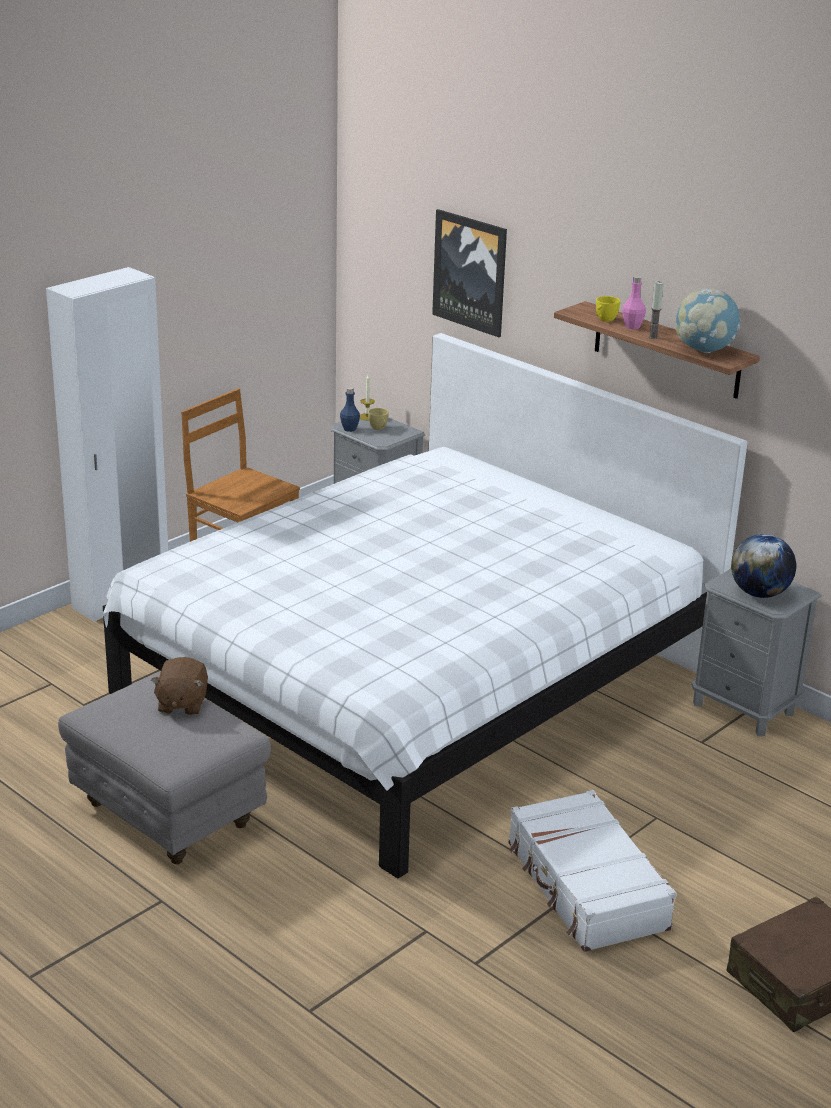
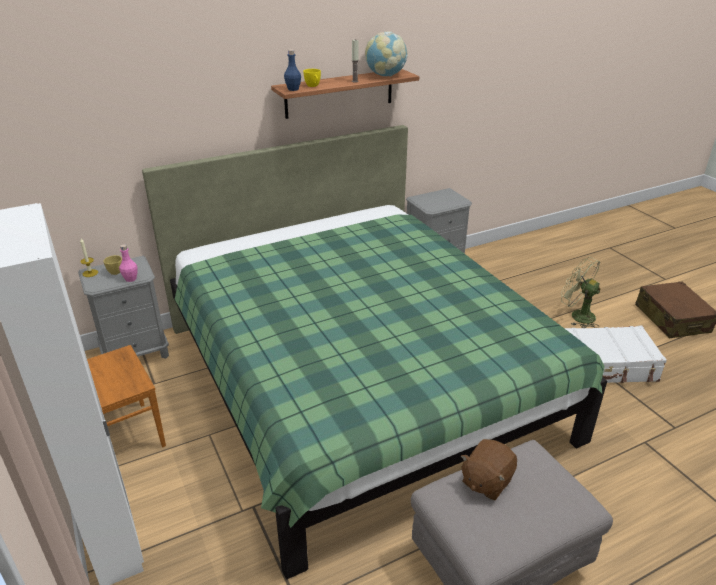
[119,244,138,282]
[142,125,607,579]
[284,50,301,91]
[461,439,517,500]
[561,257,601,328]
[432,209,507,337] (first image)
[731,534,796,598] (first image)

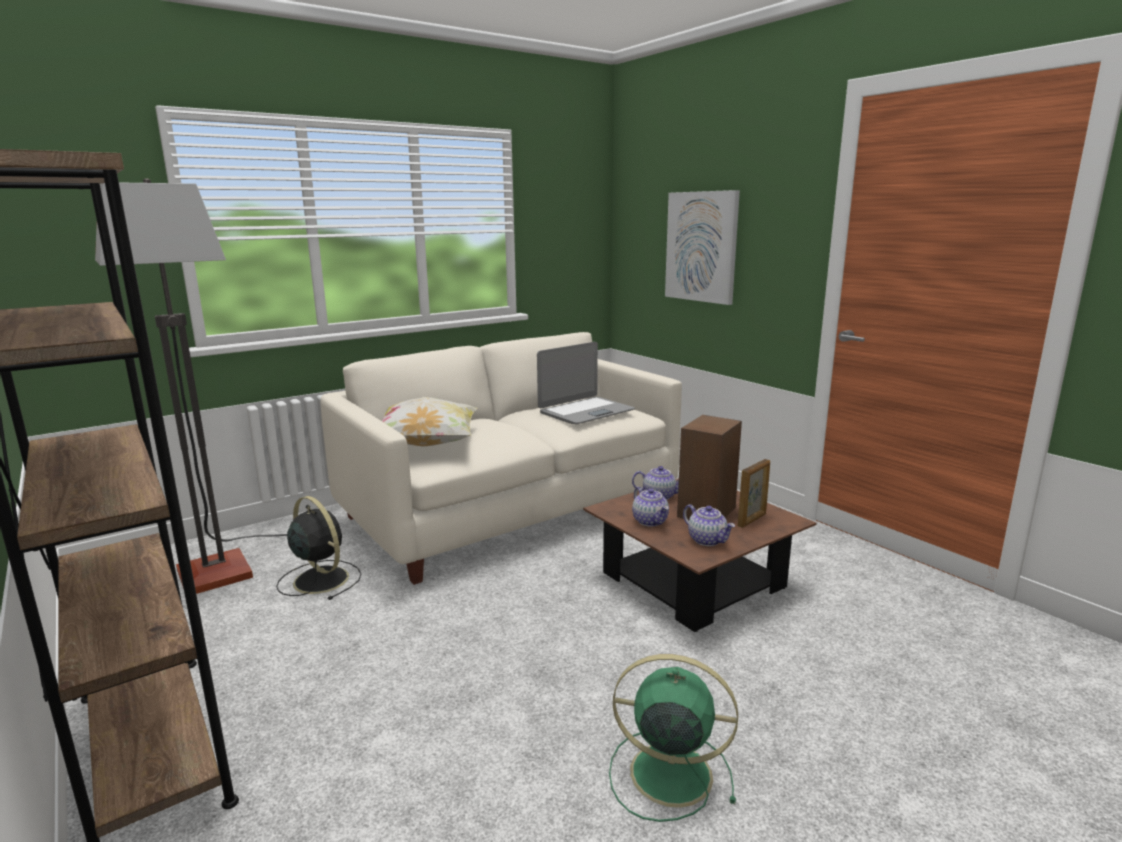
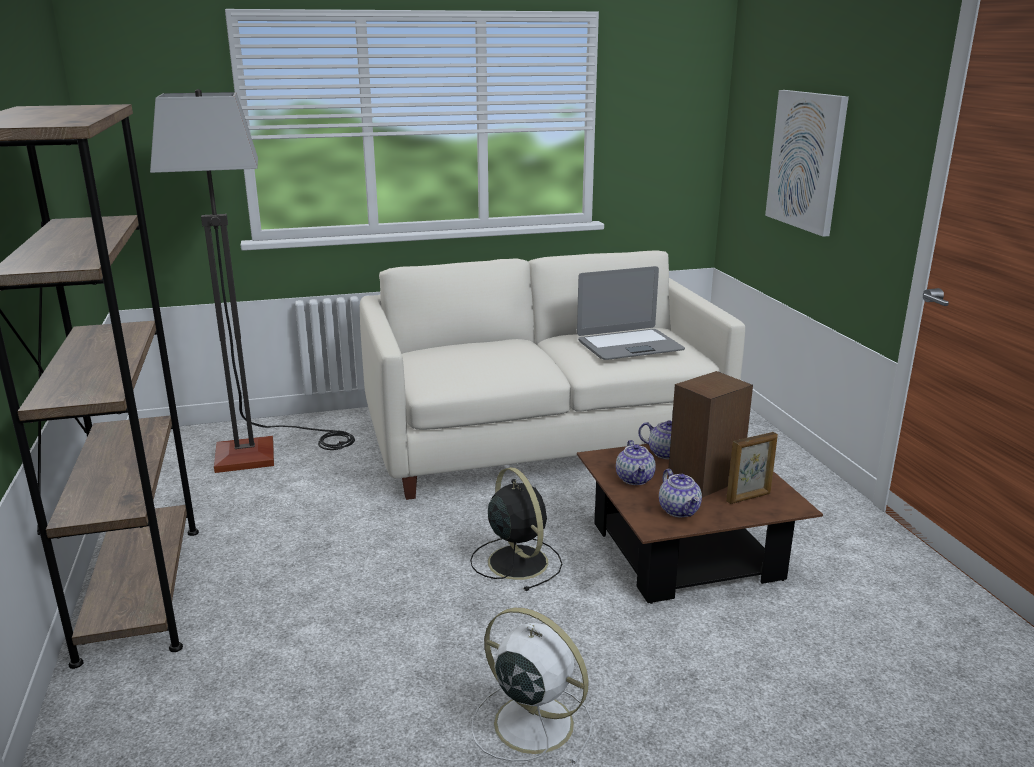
[470,467,562,591]
[471,608,593,764]
[382,397,477,447] (first image)

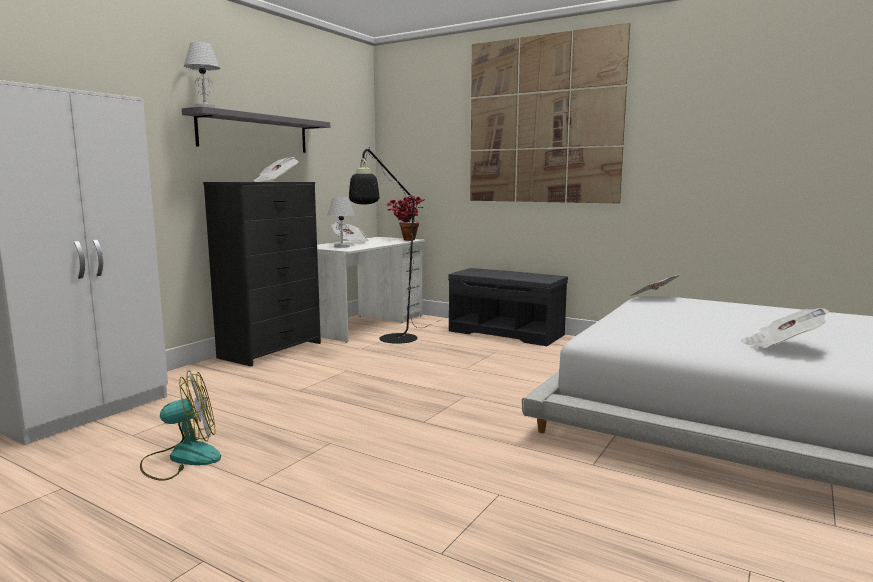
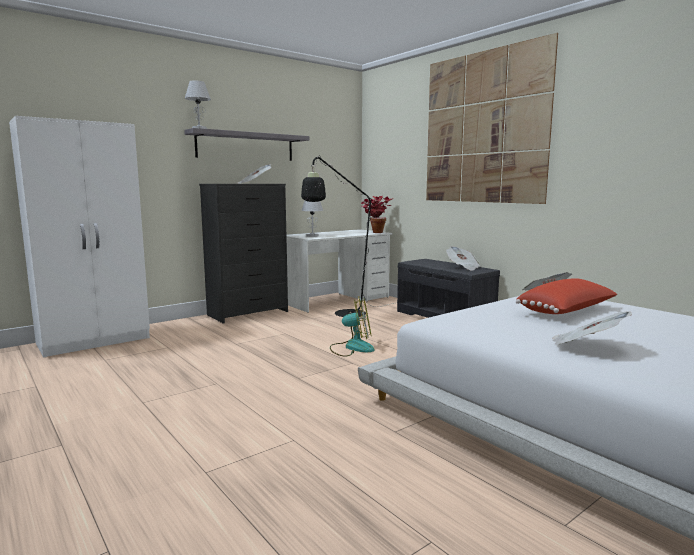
[330,296,374,357]
[446,246,481,271]
[516,278,617,314]

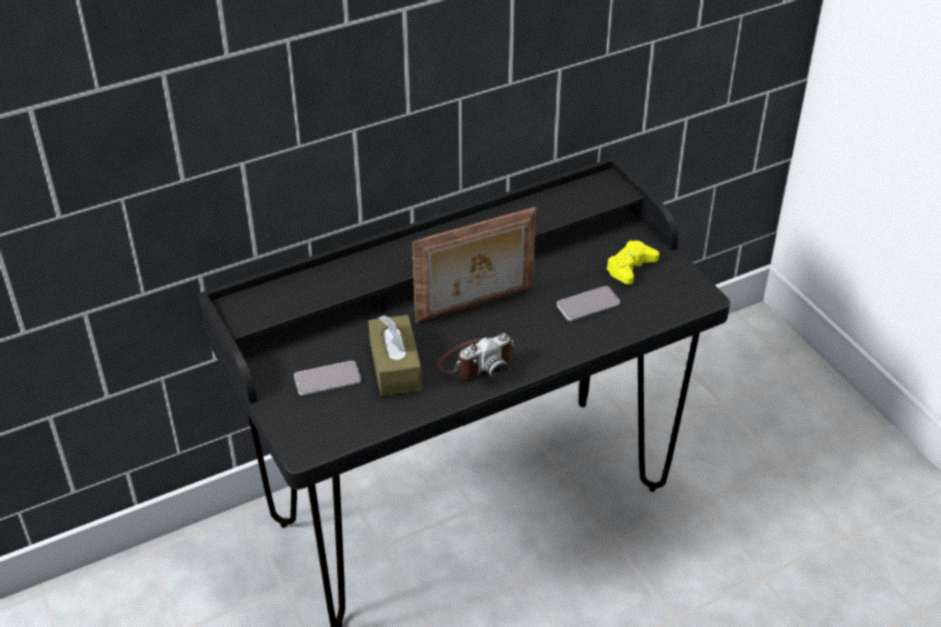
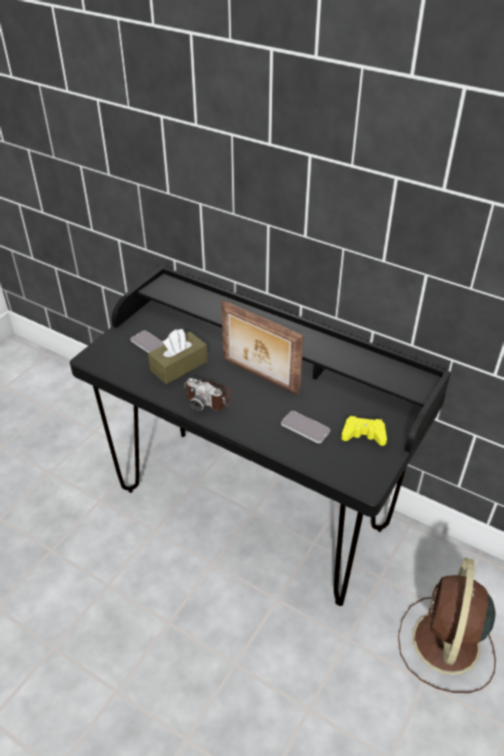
[398,558,496,693]

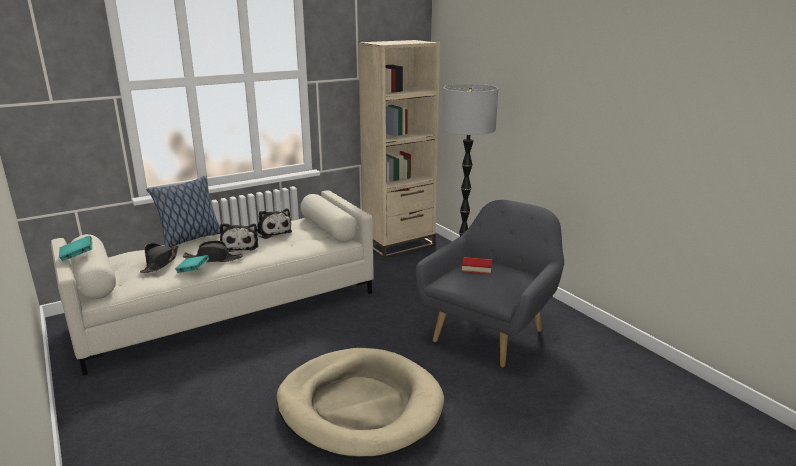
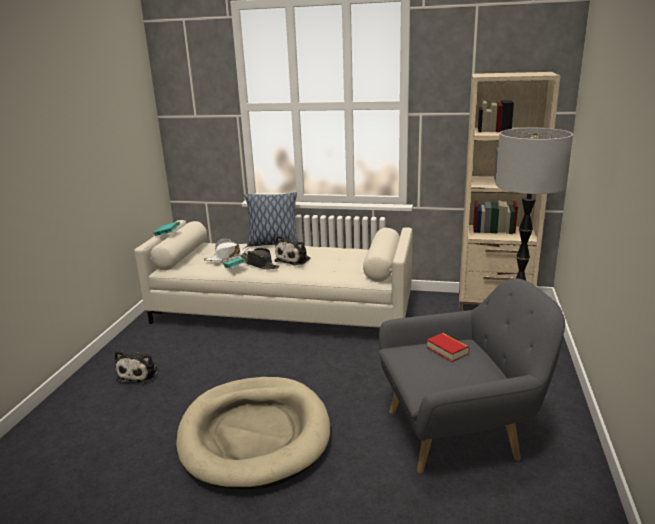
[115,350,159,383]
[204,239,250,261]

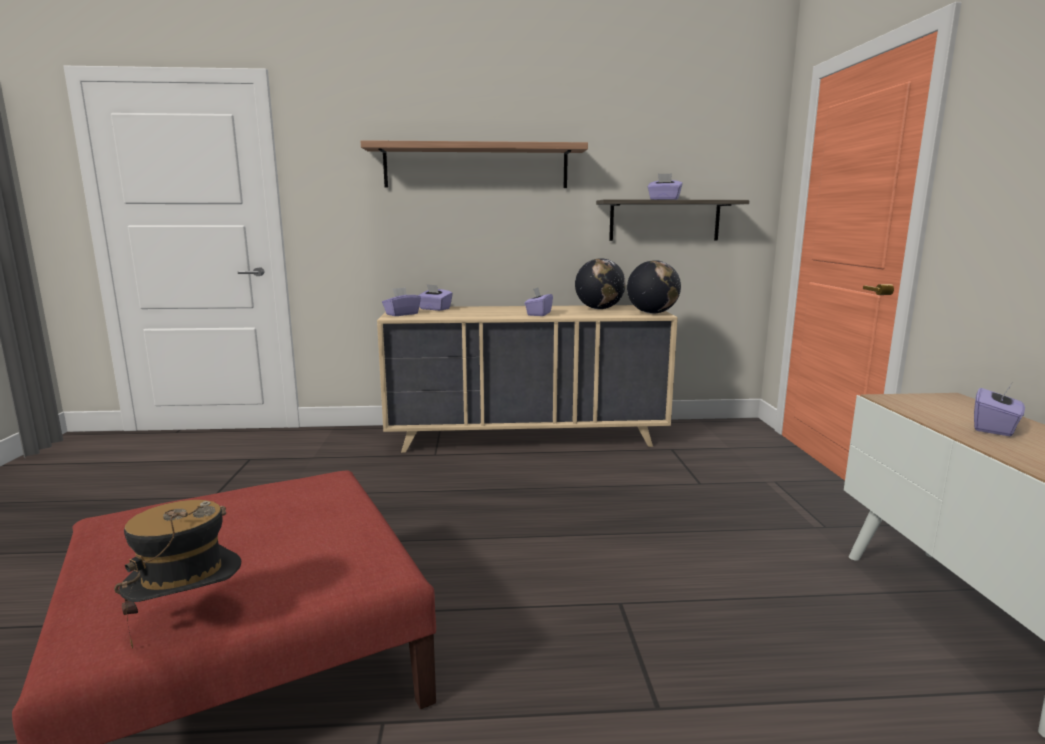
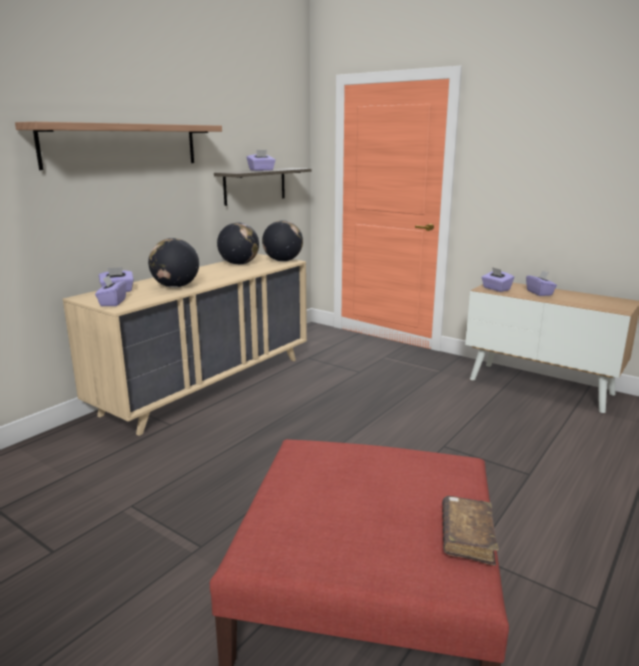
[148,238,199,288]
[442,496,499,566]
[481,267,514,292]

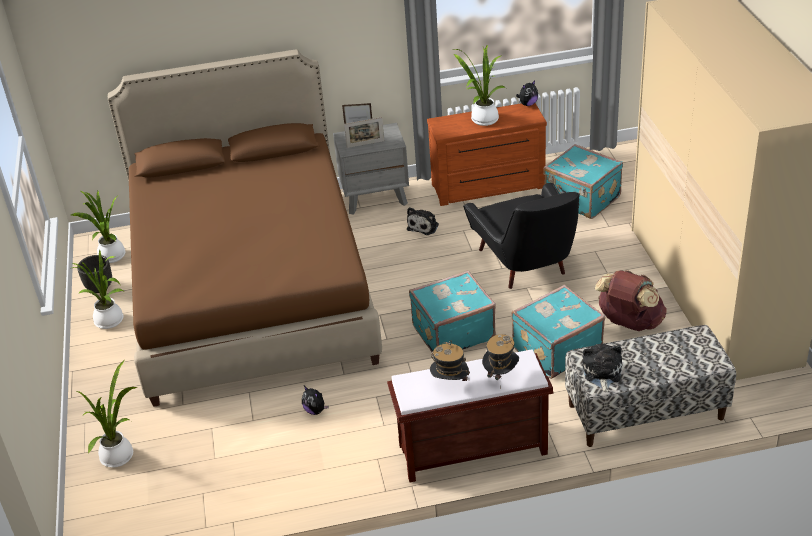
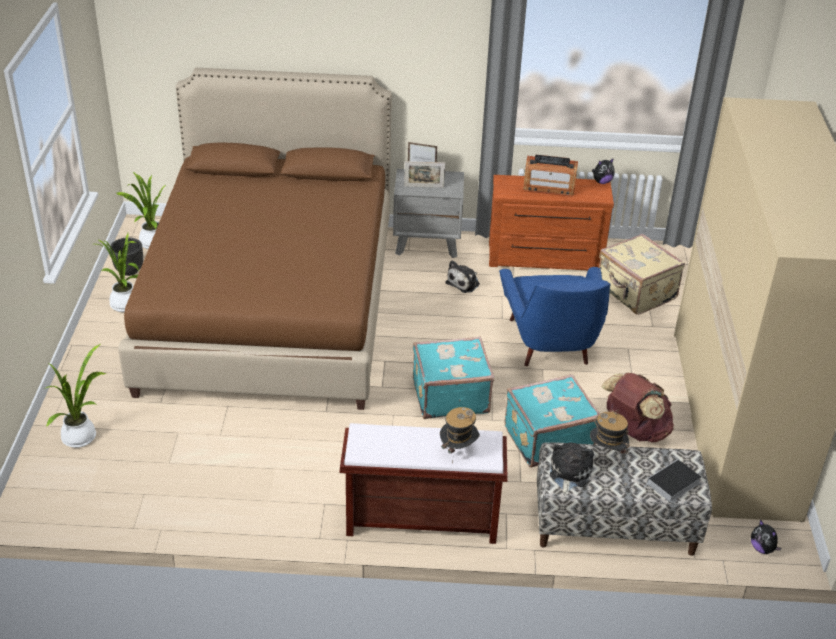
[499,267,611,366]
[523,155,578,197]
[590,409,630,454]
[599,234,685,315]
[642,459,701,502]
[751,519,782,554]

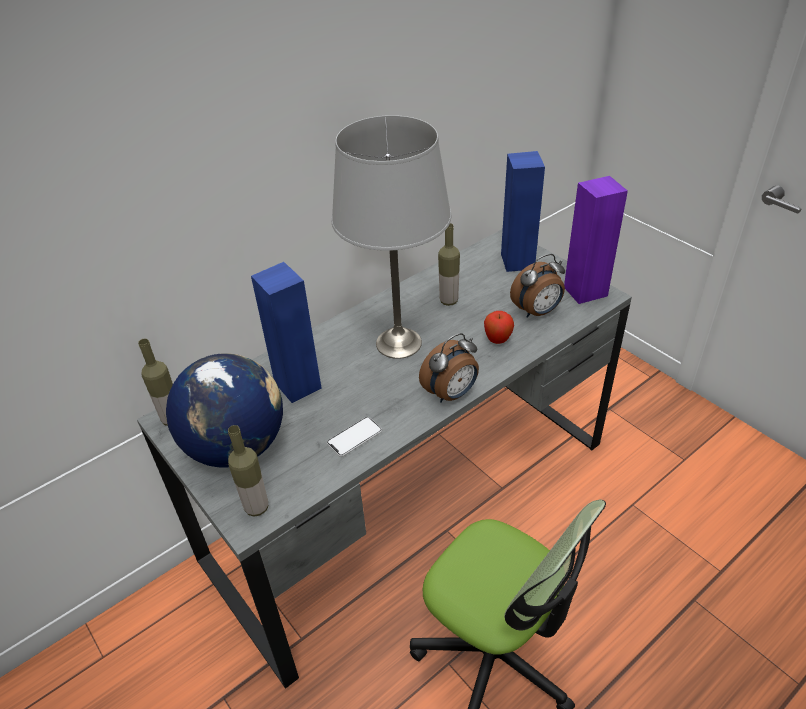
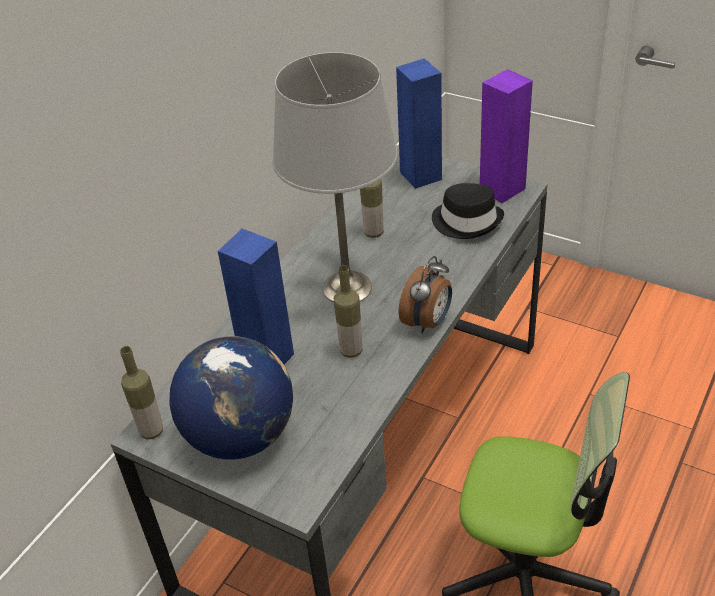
[334,265,363,358]
[432,183,504,239]
[327,417,382,457] (first image)
[484,311,514,344] (first image)

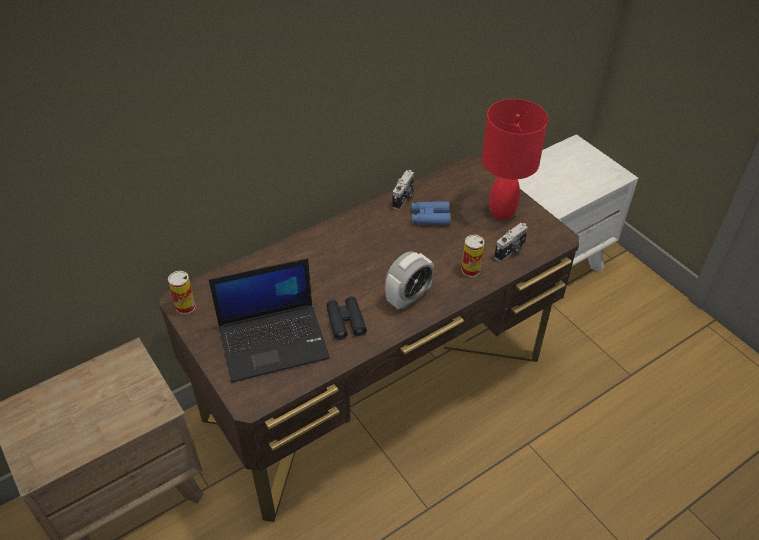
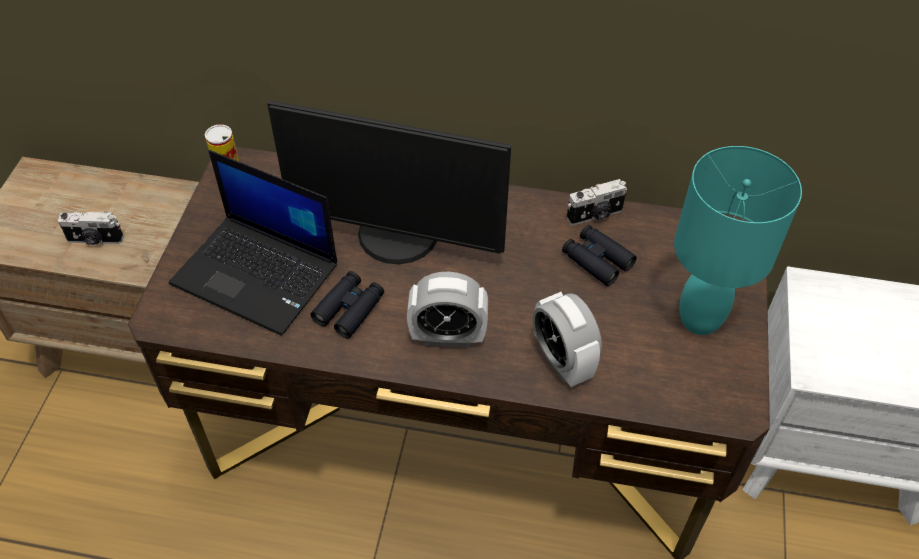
[58,211,124,245]
[267,101,511,264]
[533,292,602,387]
[562,225,637,286]
[674,146,802,335]

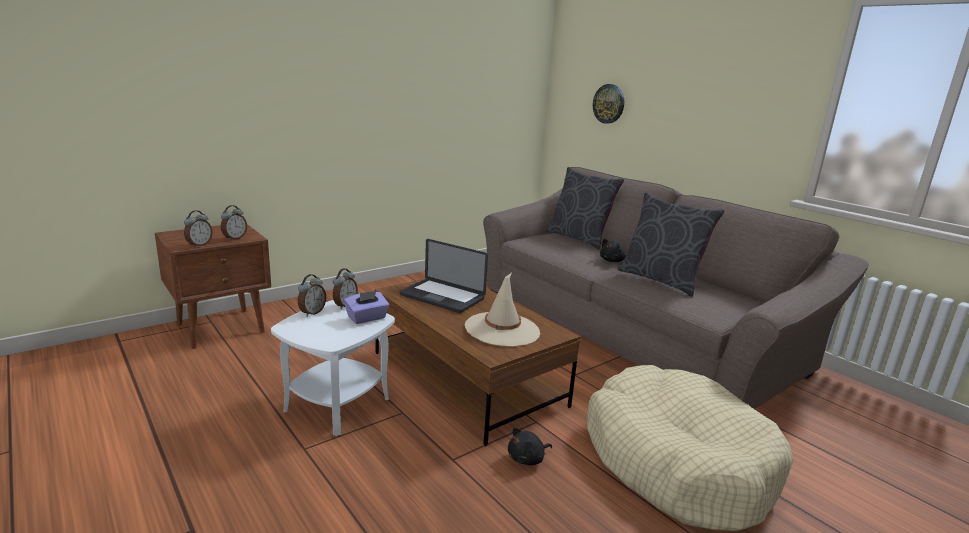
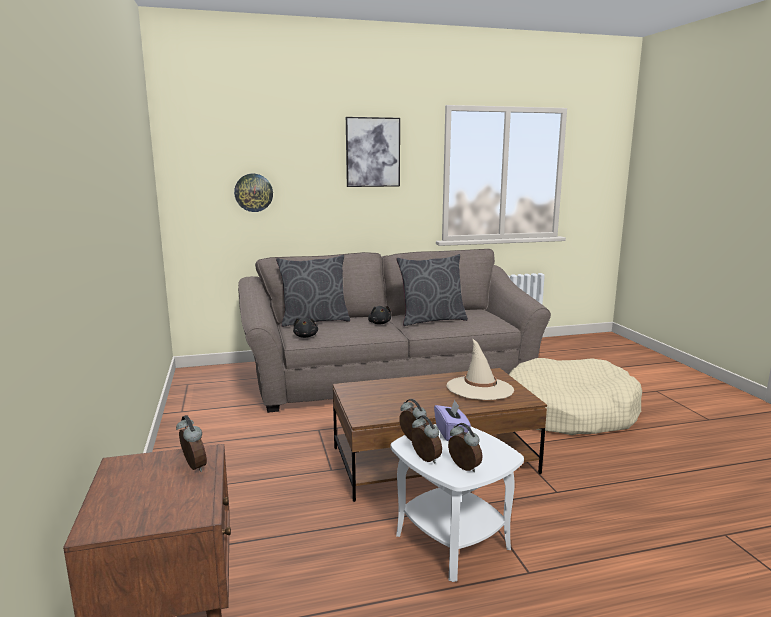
[293,318,318,338]
[346,117,400,187]
[448,423,483,472]
[400,239,488,313] (first image)

